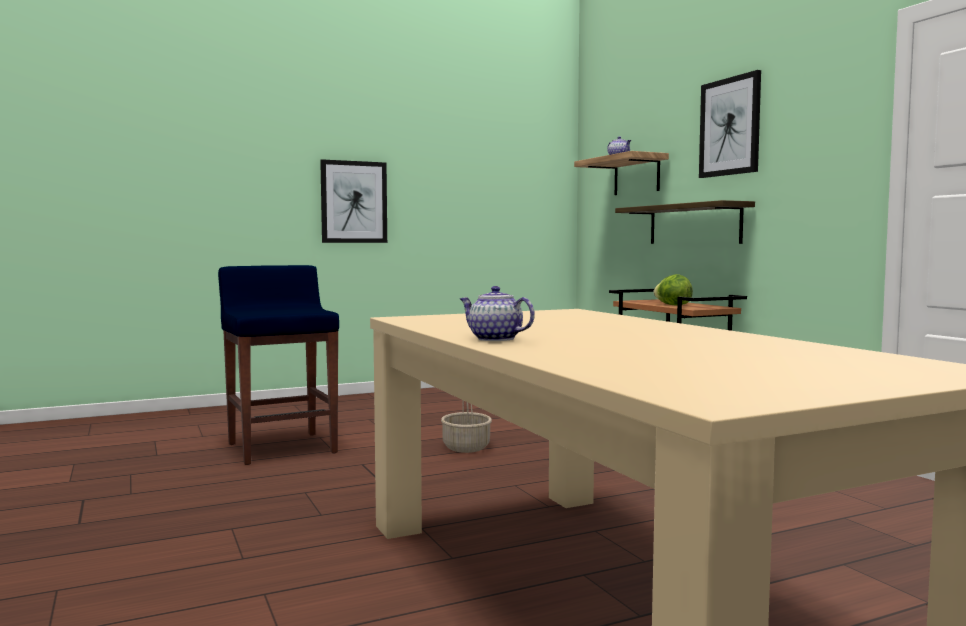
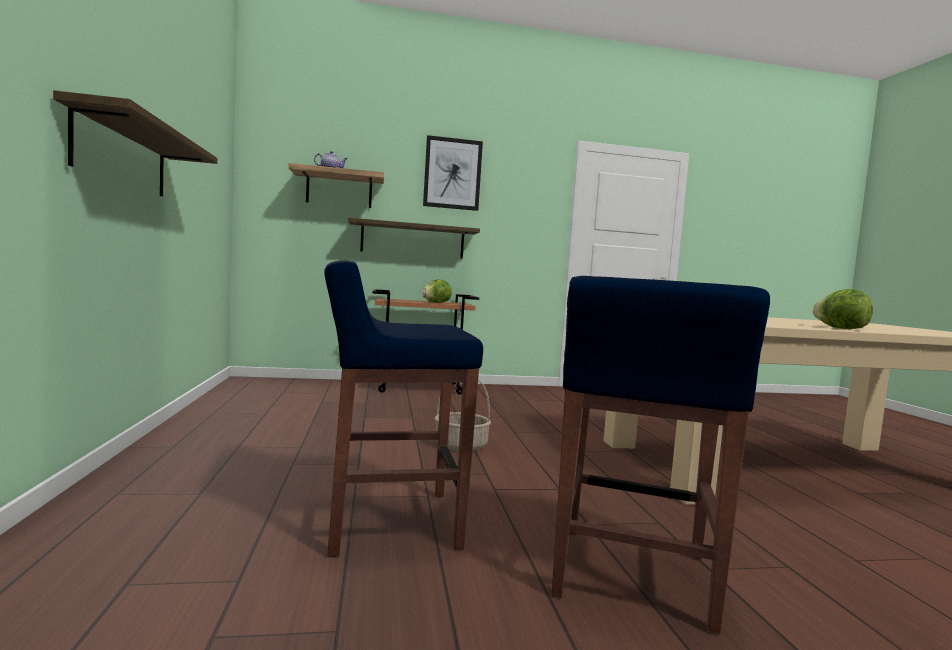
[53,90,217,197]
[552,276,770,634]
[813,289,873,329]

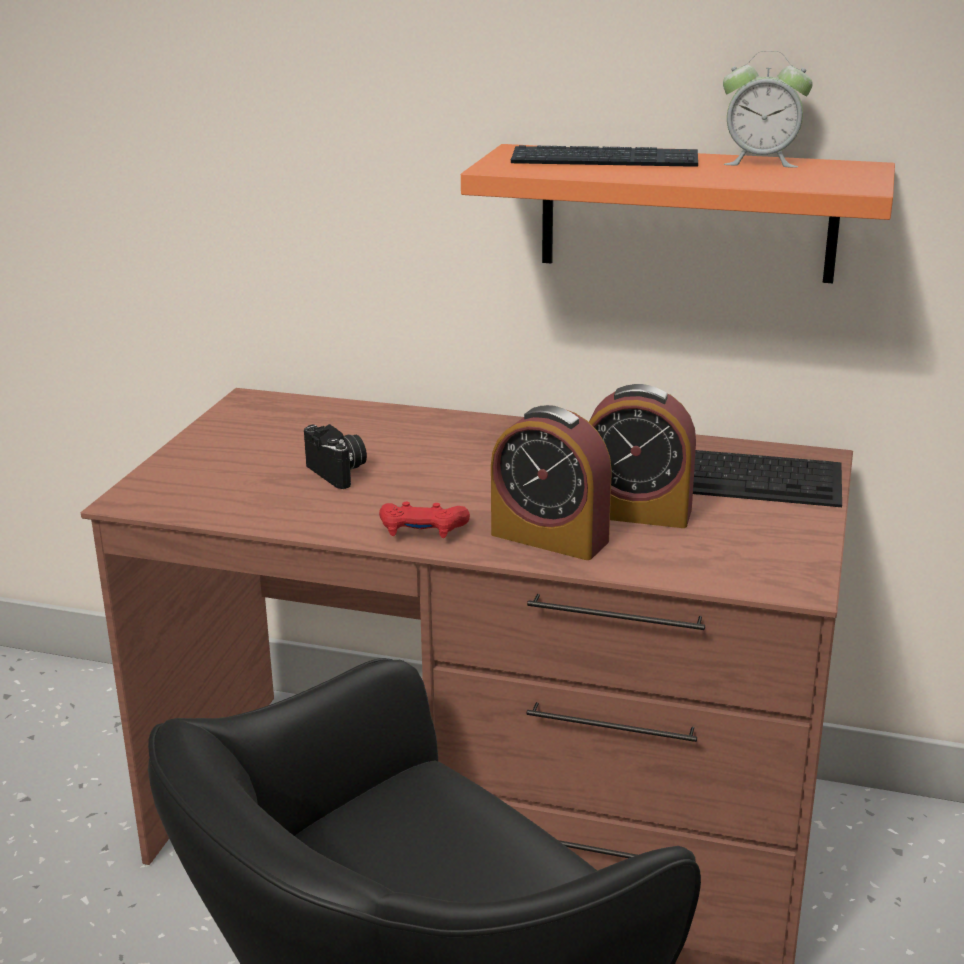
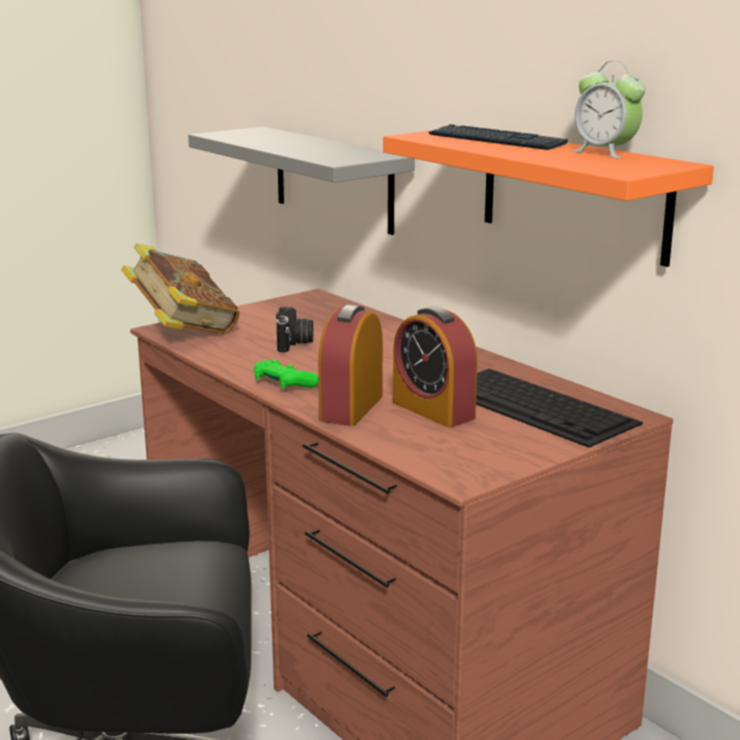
[122,243,240,334]
[188,127,415,235]
[254,360,319,389]
[318,305,383,426]

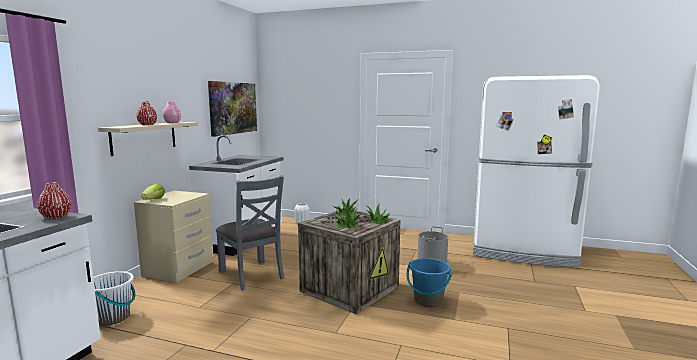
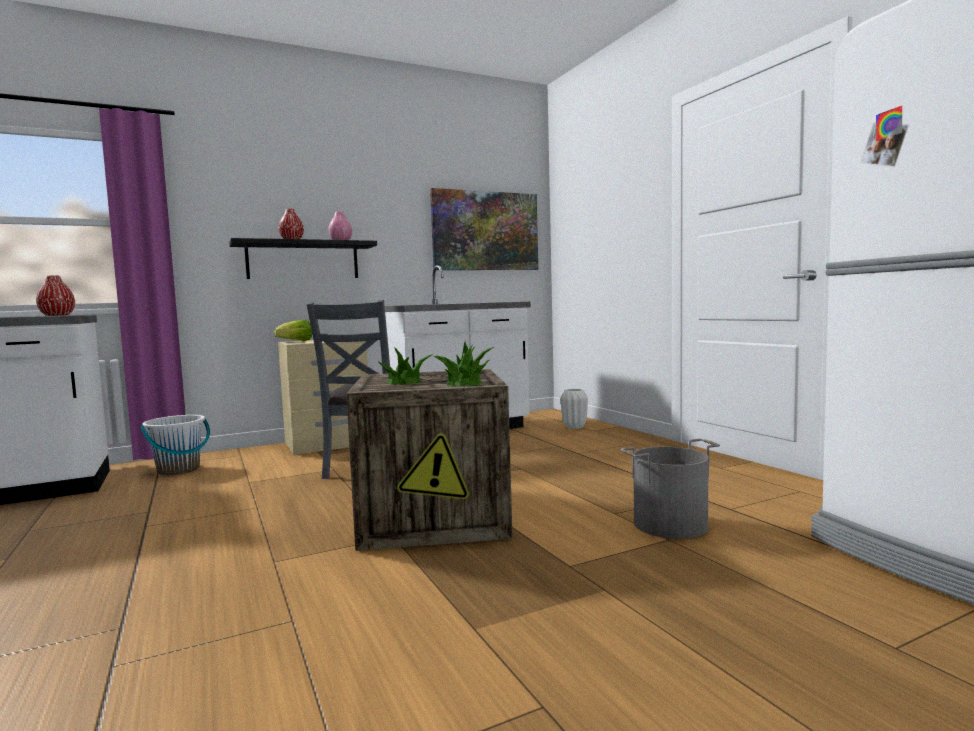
[229,238,377,279]
[406,258,453,307] (first image)

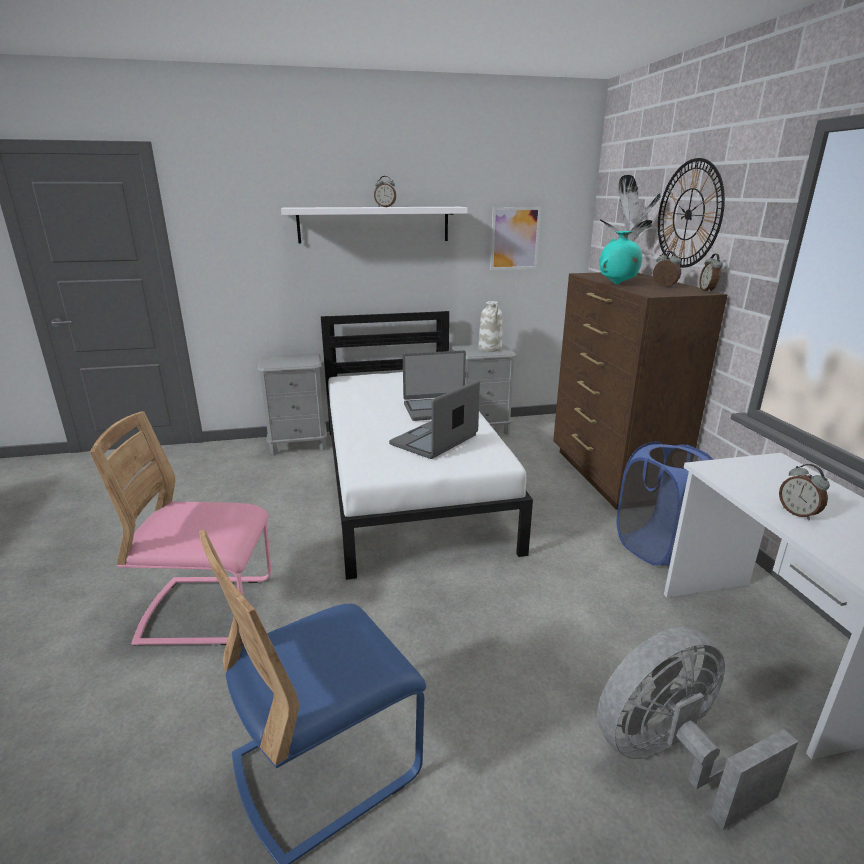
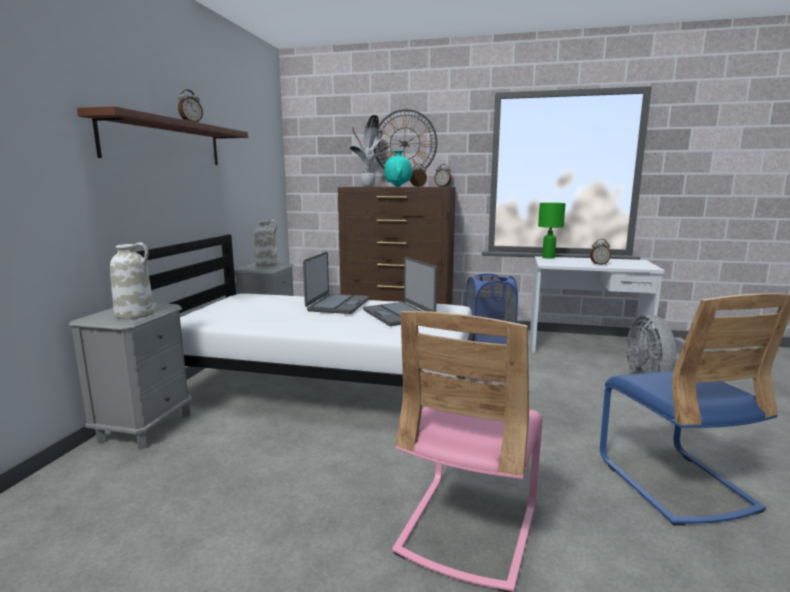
[77,106,248,165]
[110,242,154,319]
[538,203,566,259]
[490,207,541,270] (first image)

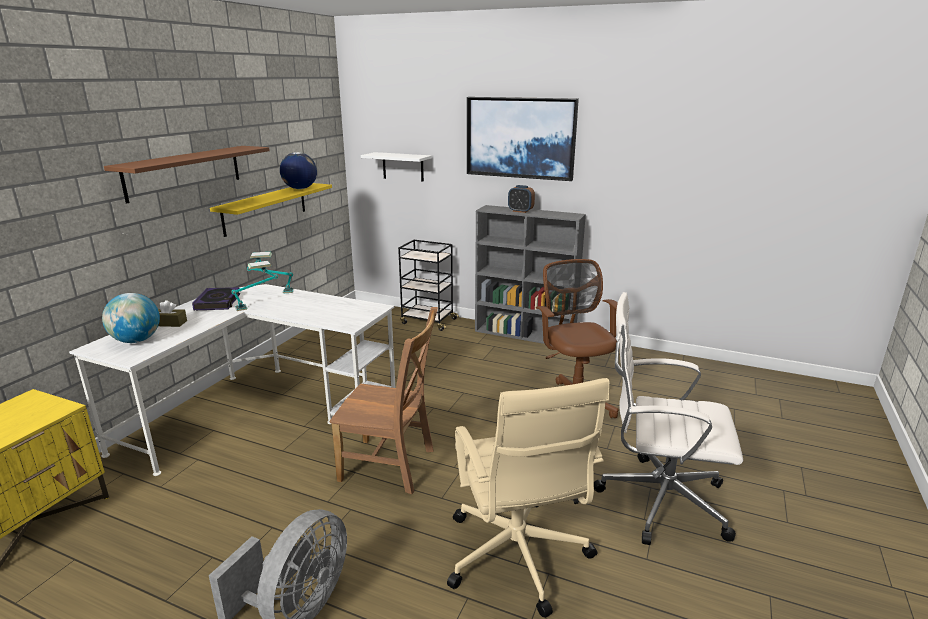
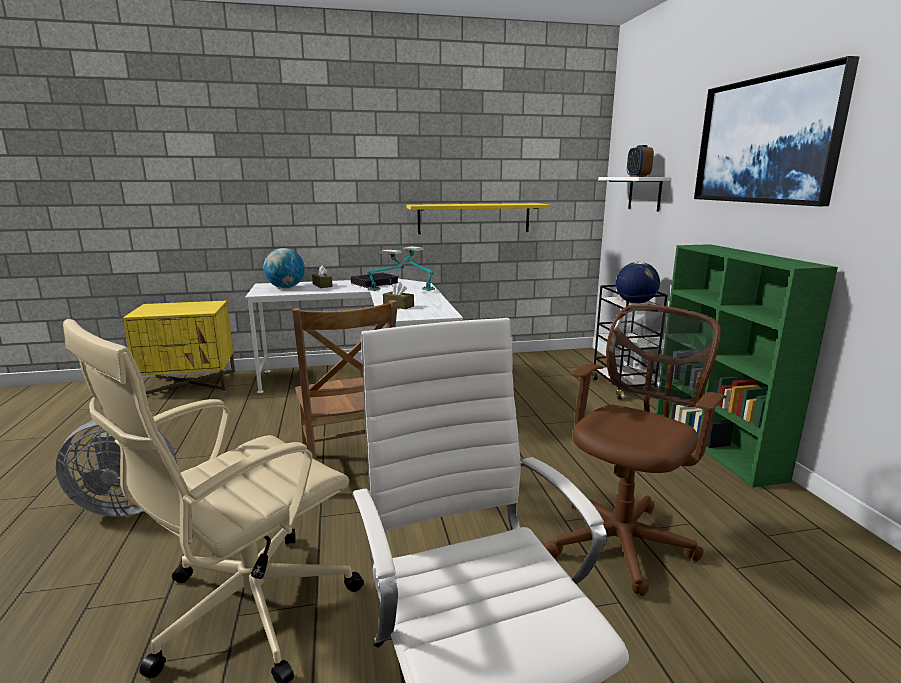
[383,282,414,309]
[616,262,660,304]
[627,145,654,177]
[656,244,838,487]
[104,146,270,204] (first image)

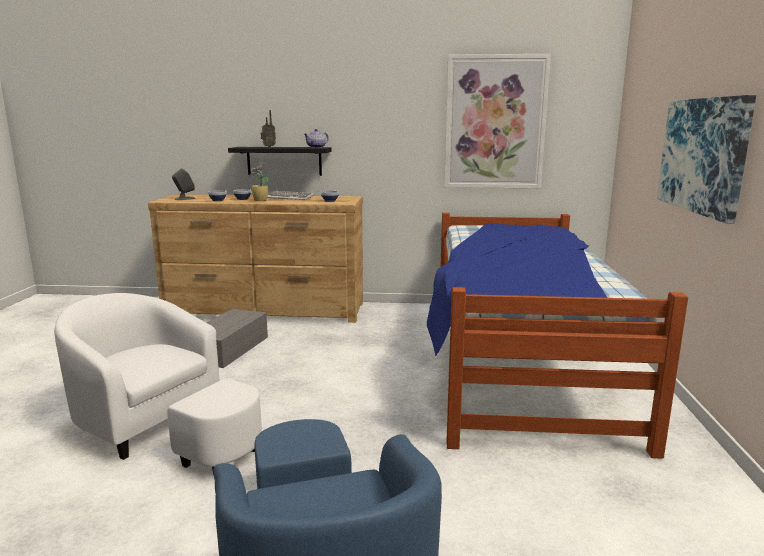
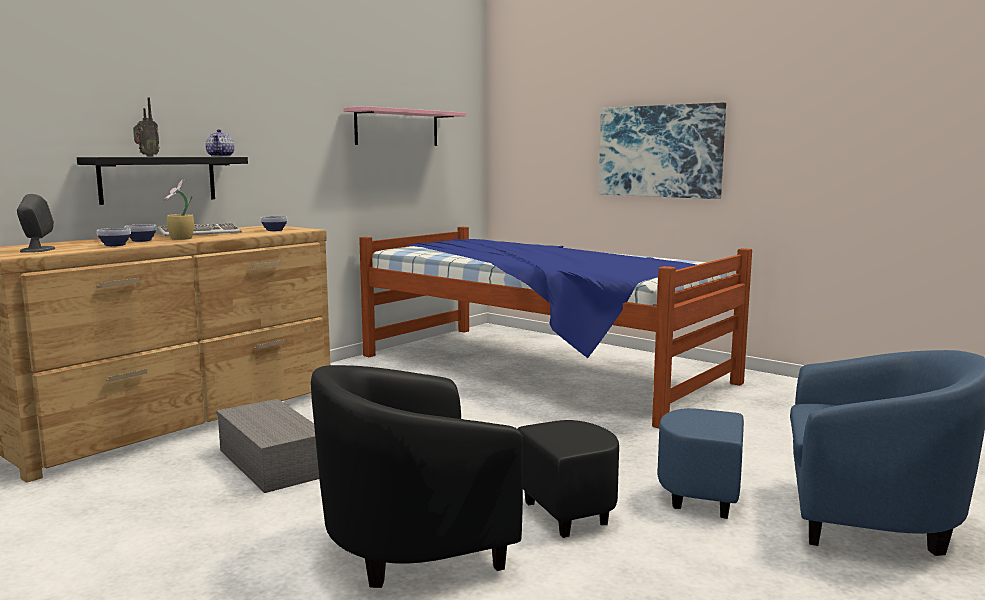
[311,365,619,588]
[343,106,466,146]

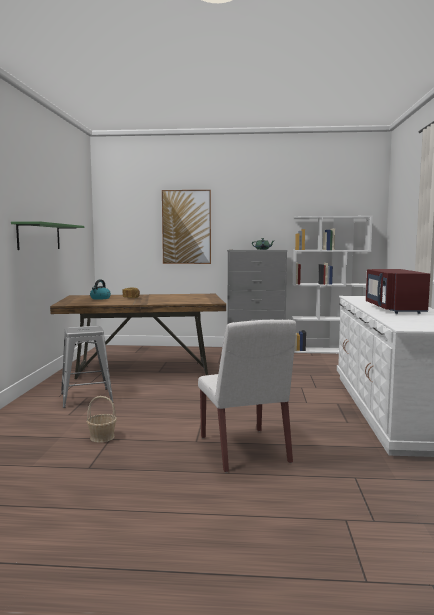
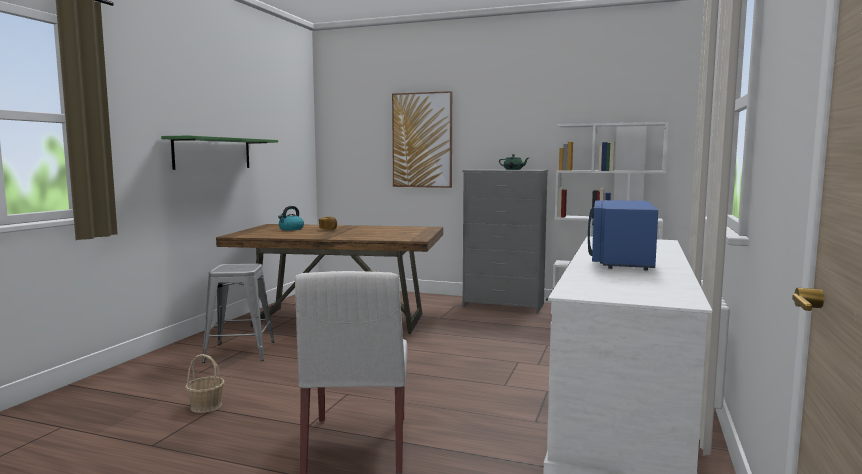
[588,200,658,270]

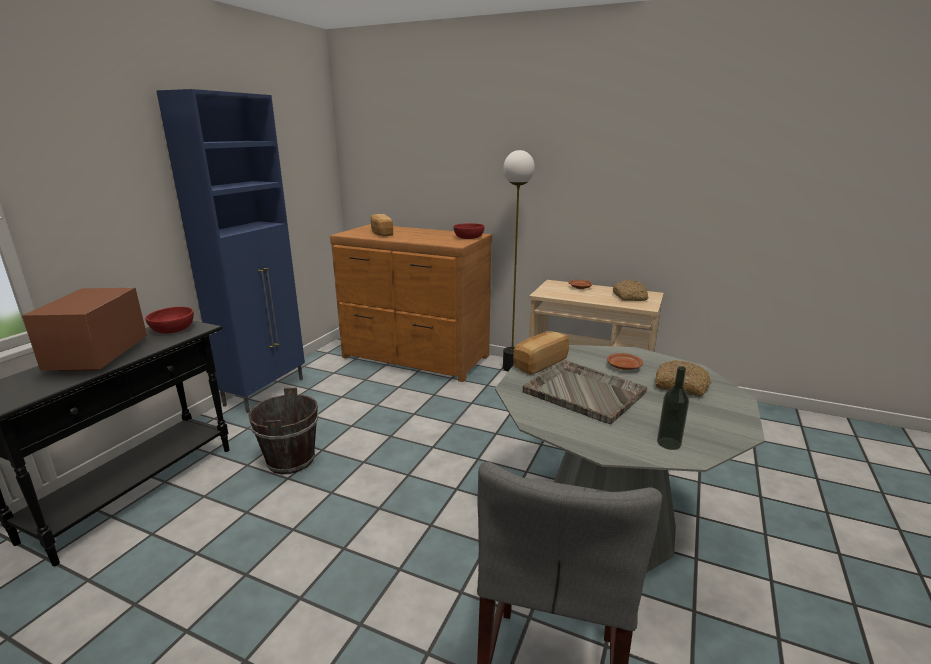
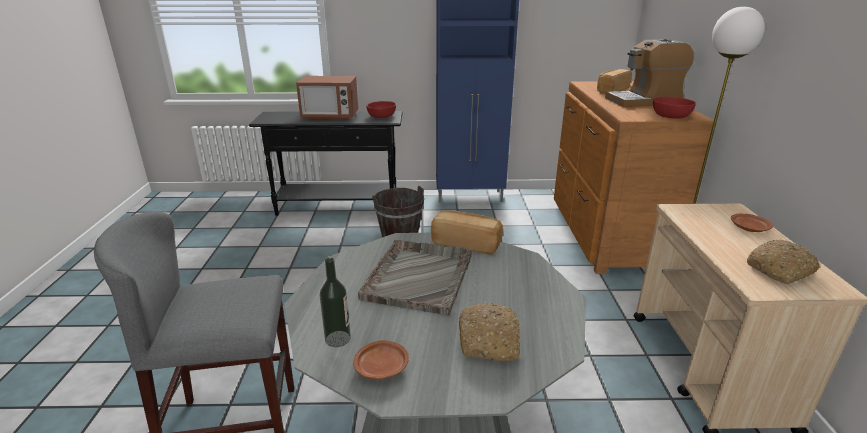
[296,76,358,120]
[353,340,409,379]
[605,39,694,107]

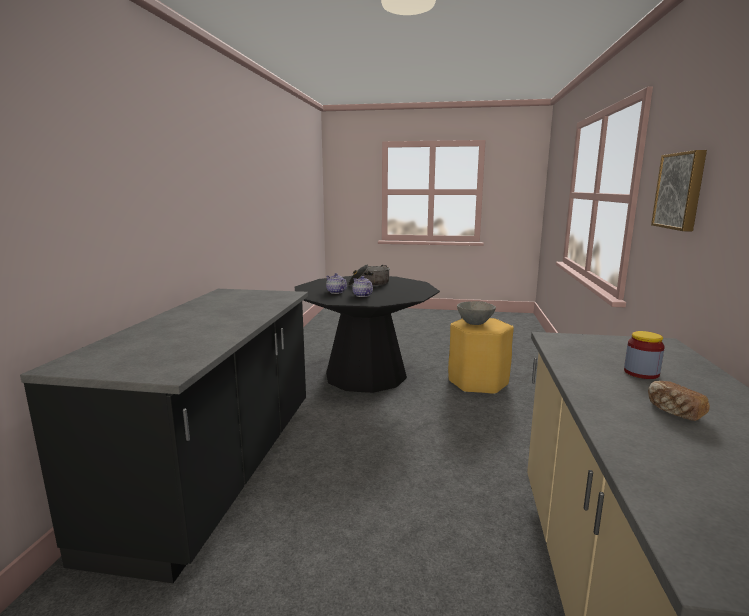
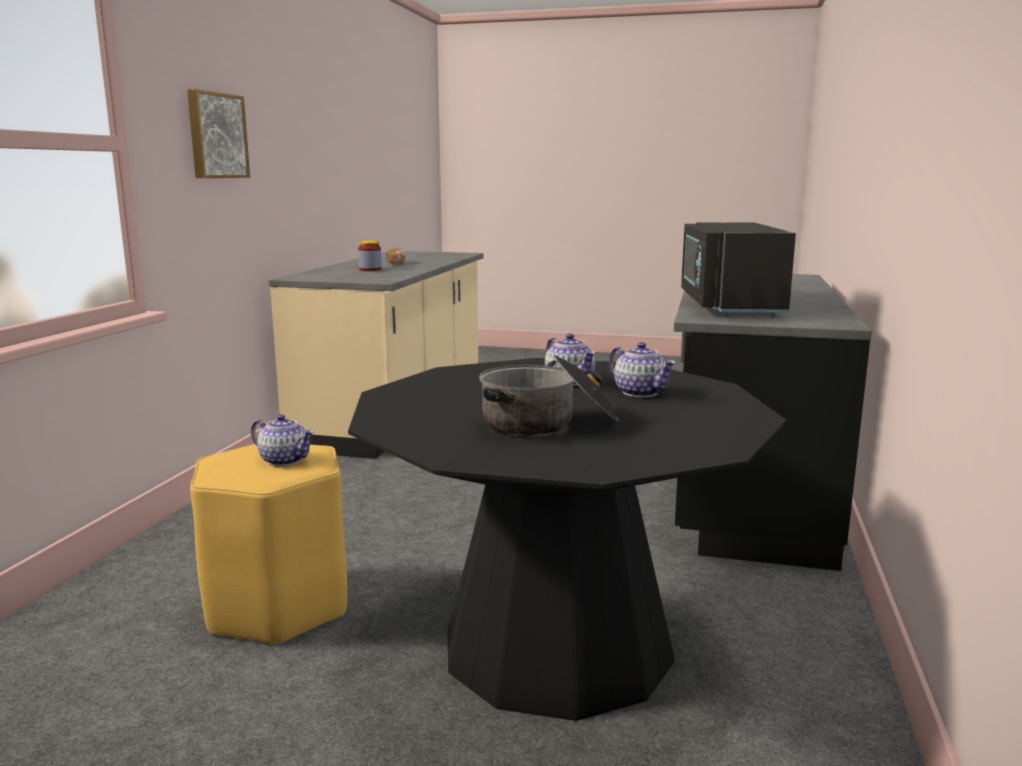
[251,415,315,466]
[681,222,796,317]

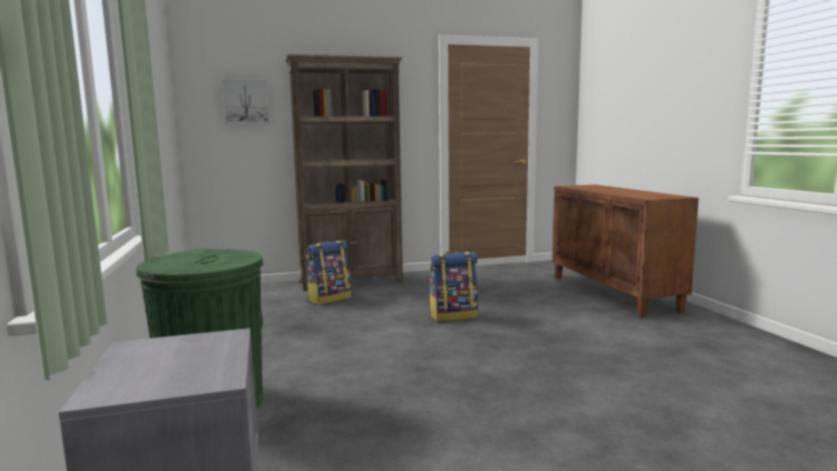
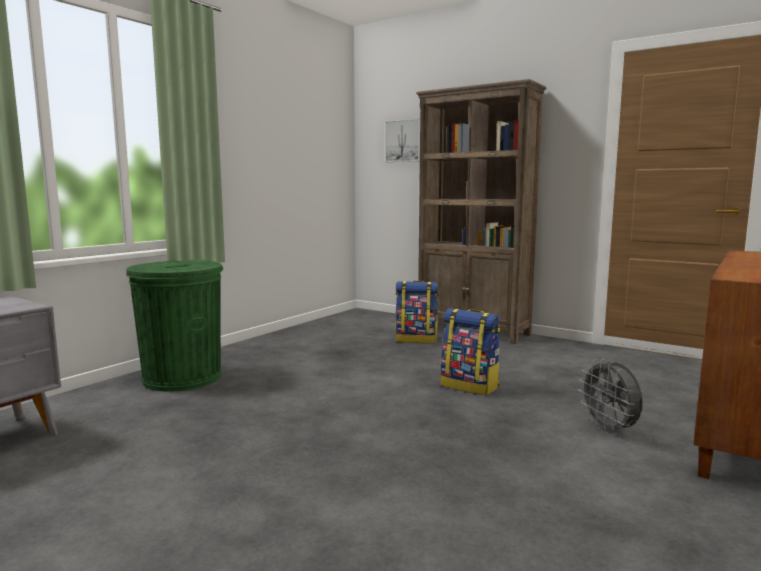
[578,359,643,435]

